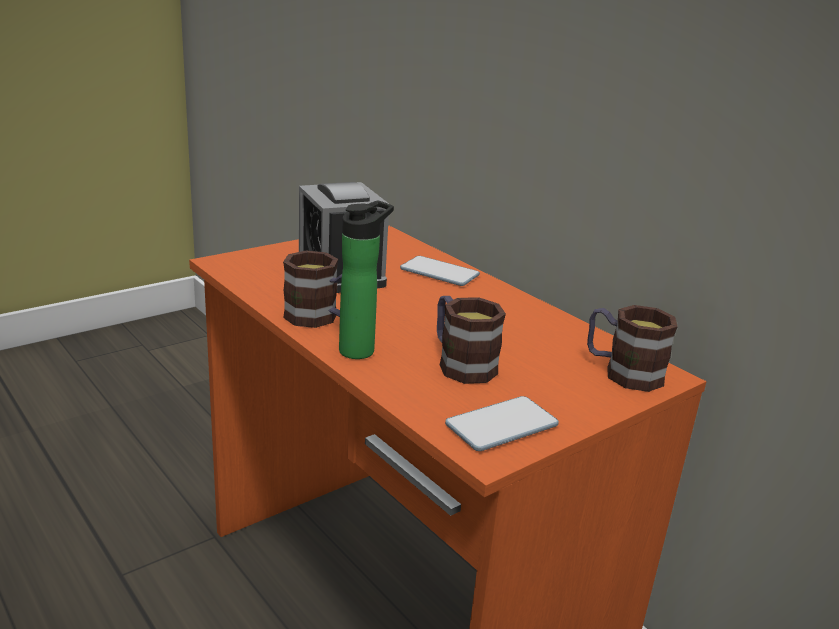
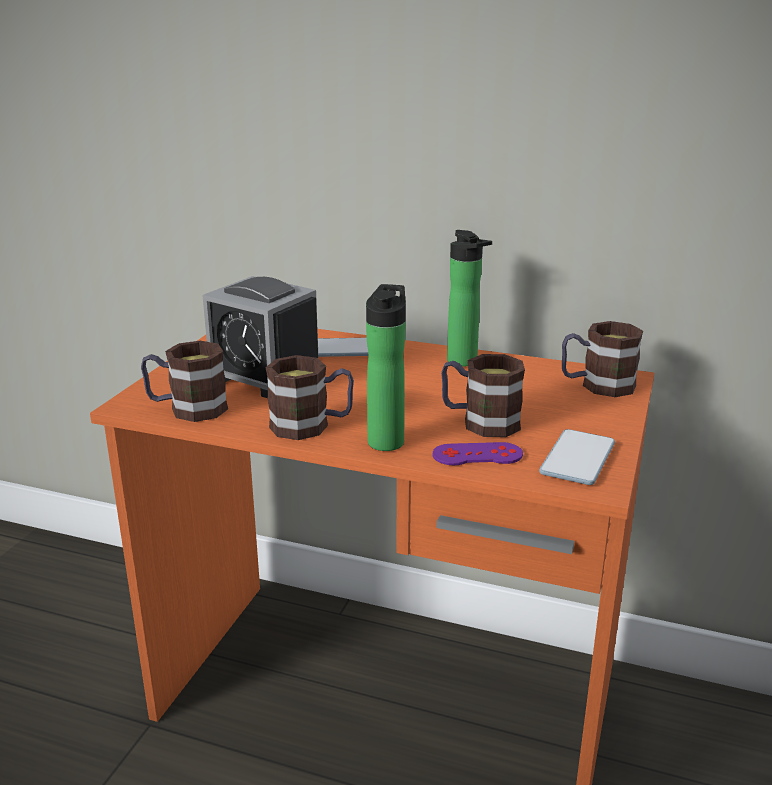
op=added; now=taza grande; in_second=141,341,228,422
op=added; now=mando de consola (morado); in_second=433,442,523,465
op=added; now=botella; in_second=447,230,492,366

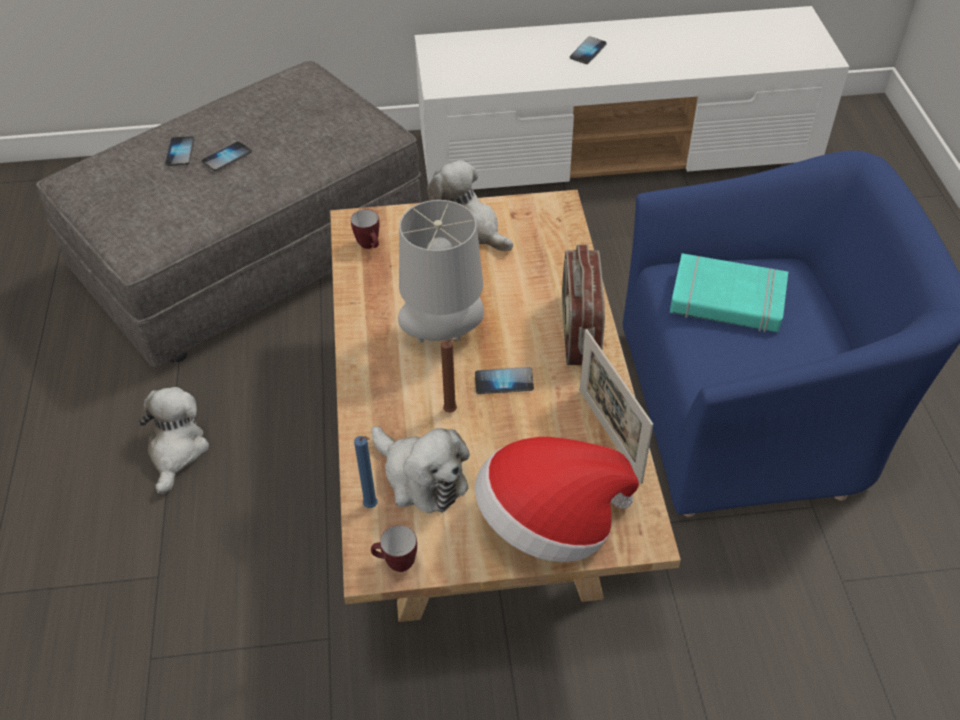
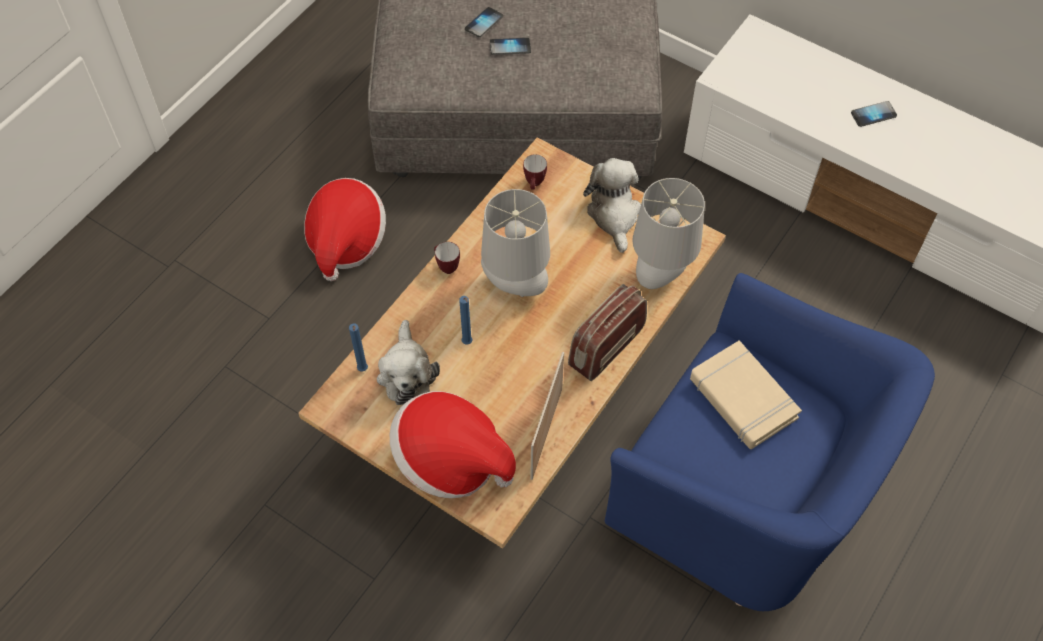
op=replaced; was=peluche; now=sombrero; in_first=137,387,209,494; in_second=304,178,386,281
op=moved; was=taza grande; in_first=371,525,417,572; in_second=434,242,460,274
op=recoloured; was=vela (marrón); now=vela (azul); in_first=441,338,457,413; in_second=459,296,472,345
op=added; now=lámpara de mesa (gris); in_second=633,178,705,289
op=recoloured; was=libro (turquesa); now=libro (beis); in_first=670,253,788,332; in_second=690,340,802,449
op=removed; was=móvil; in_first=475,367,534,394

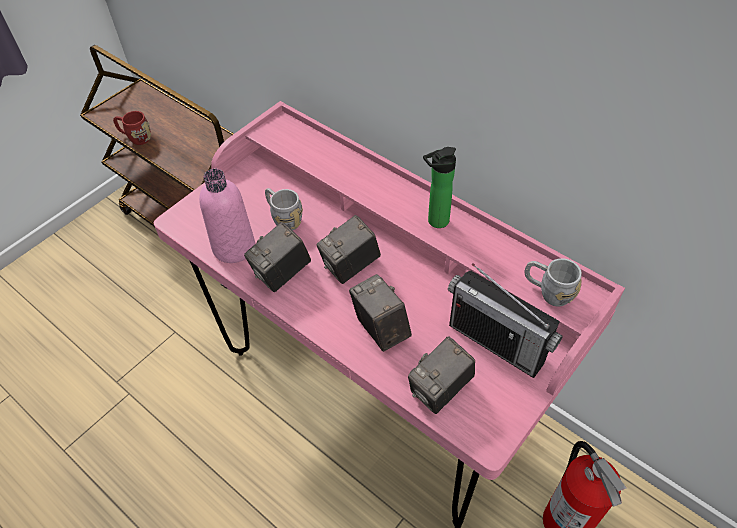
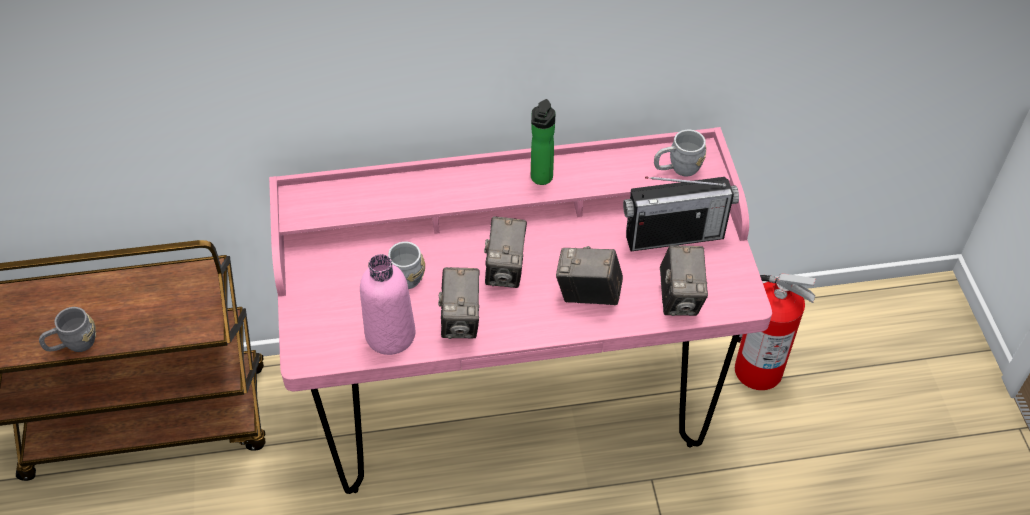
op=recoloured; was=taza grande (rojo); now=taza grande (gris); in_first=113,111,151,145; in_second=39,307,96,352

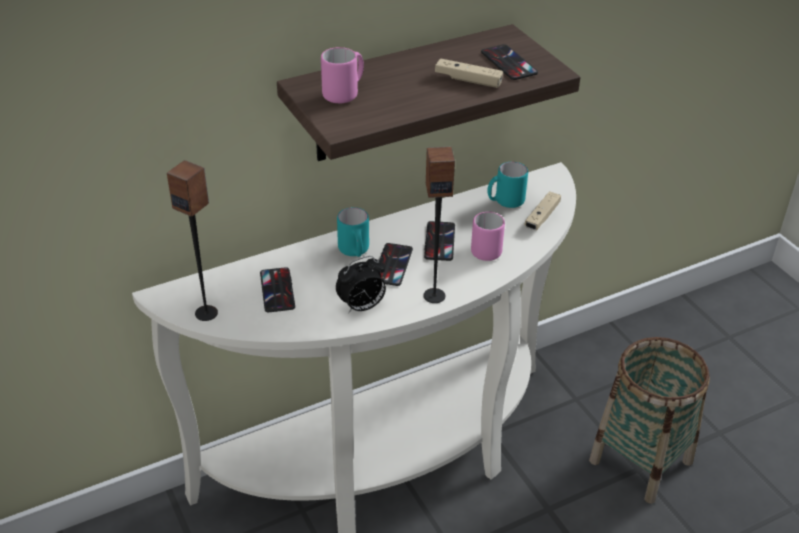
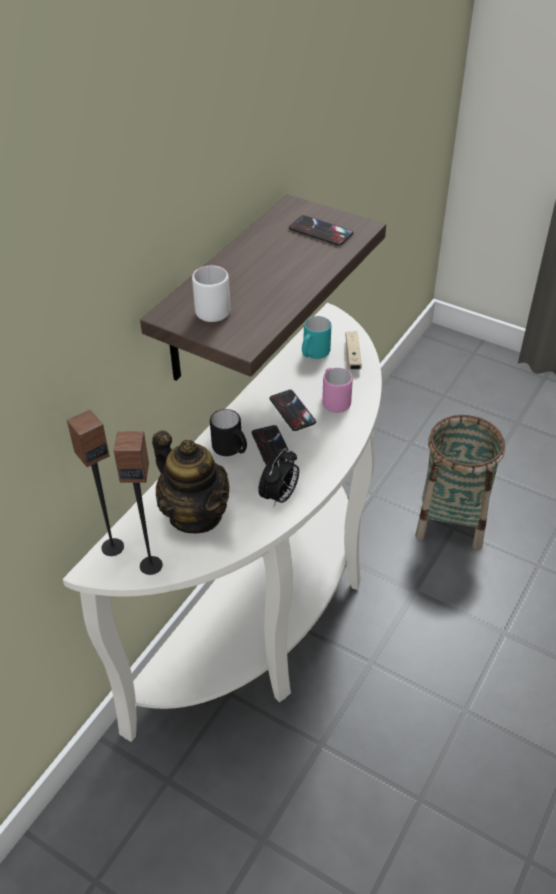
op=moved; was=altavoz; in_first=423,147,455,303; in_second=67,409,124,556
op=replaced; was=móvil; now=tetera; in_first=260,267,295,312; in_second=152,431,229,534
op=recoloured; was=taza grande (rosa); now=taza grande (blanco); in_first=321,47,364,103; in_second=192,266,230,322
op=recoloured; was=taza grande (turquesa); now=taza grande (negro); in_first=337,207,369,257; in_second=210,409,247,456
op=removed; was=mando de consola (beis); in_first=435,58,503,88

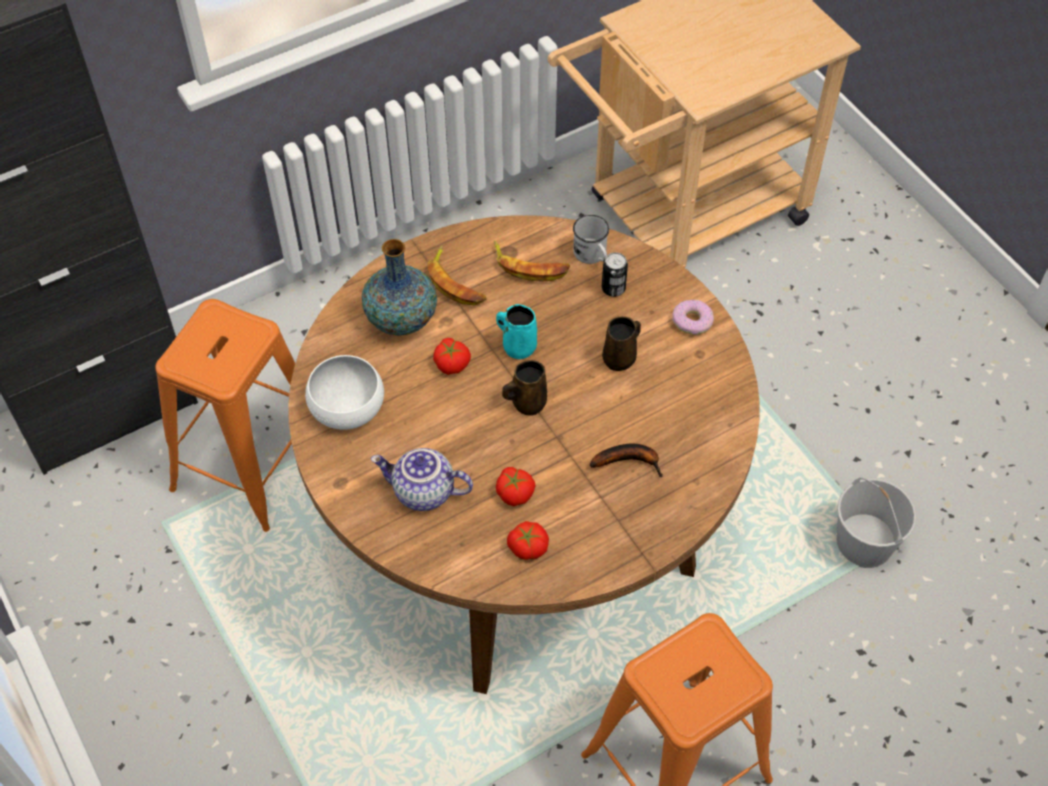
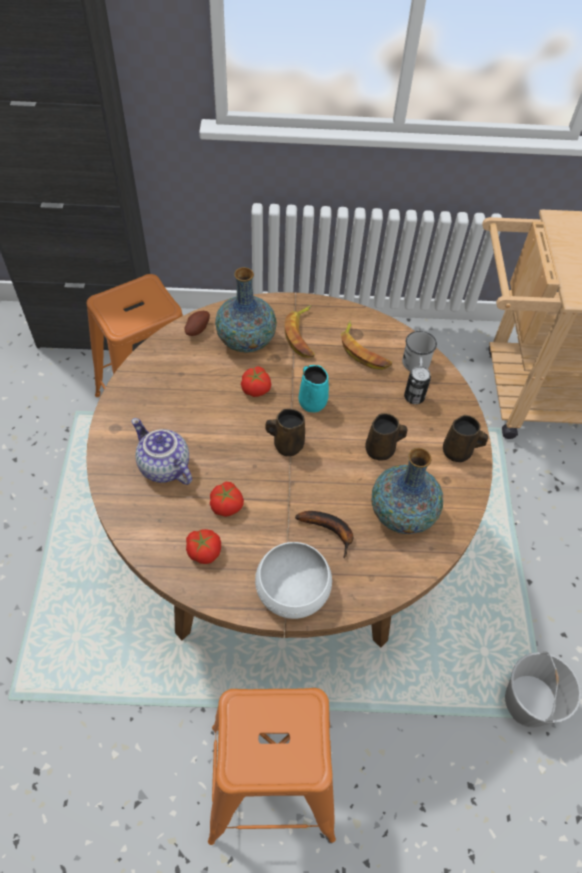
op=added; now=patata; in_second=184,311,210,336
op=moved; was=cuenco (blanco); in_first=305,355,384,430; in_second=255,542,332,619
op=added; now=florero; in_second=372,448,443,534
op=replaced; was=rosquilla; now=taza grande (marrón); in_first=672,300,714,335; in_second=443,415,488,462

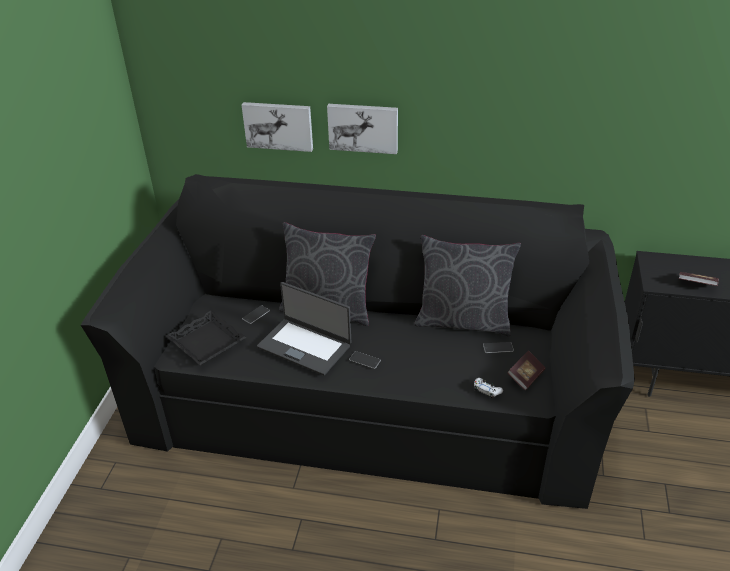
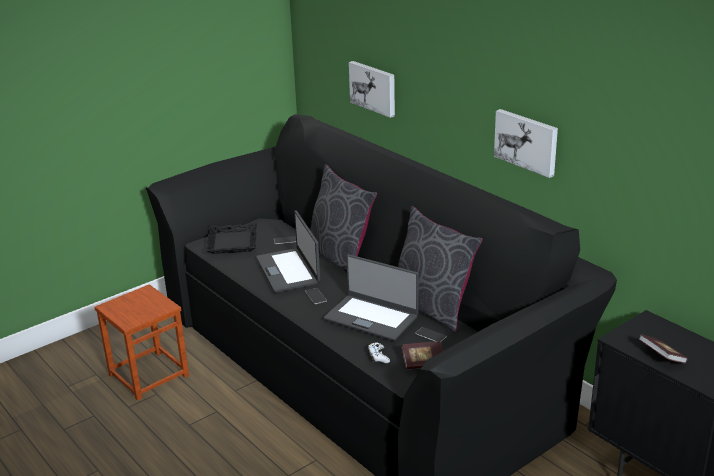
op=added; now=taburete (marrón); in_second=95,284,189,401
op=added; now=portátil; in_second=324,254,419,341
op=moved; was=cuadro; in_first=327,104,398,154; in_second=494,109,558,178

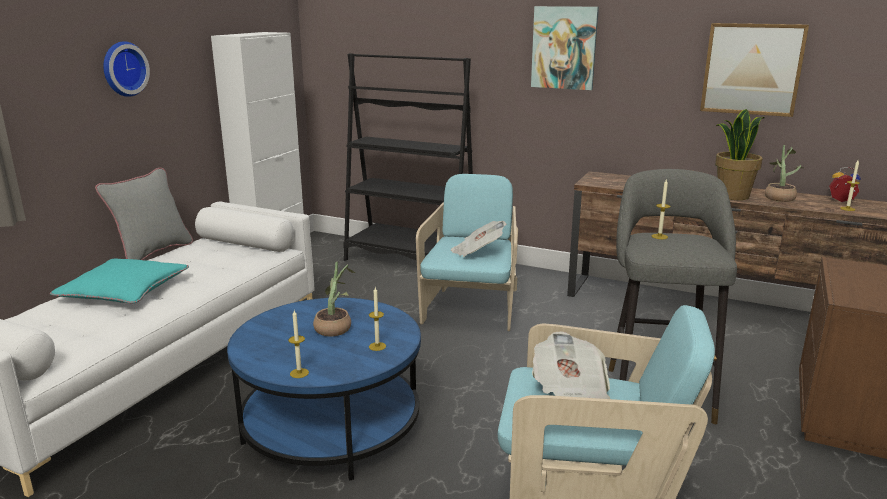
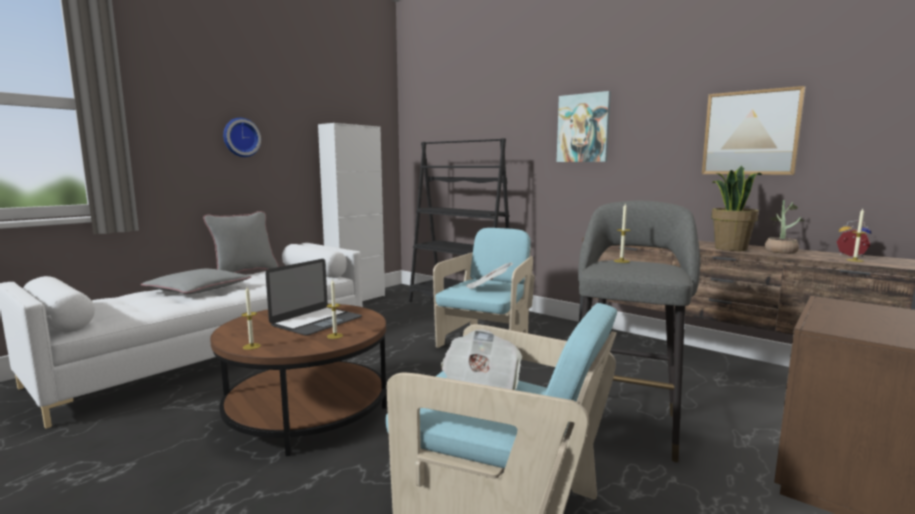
op=recoloured; was=cojín (turquesa); now=cojín (gris); in_first=50,259,189,303; in_second=141,269,251,294
op=recoloured; was=mesa de centro (azul); now=mesa de centro (marrón); in_first=227,298,421,481; in_second=210,304,387,456
op=replaced; was=planta en maceta; now=portátil; in_first=313,262,355,337; in_second=265,259,362,336

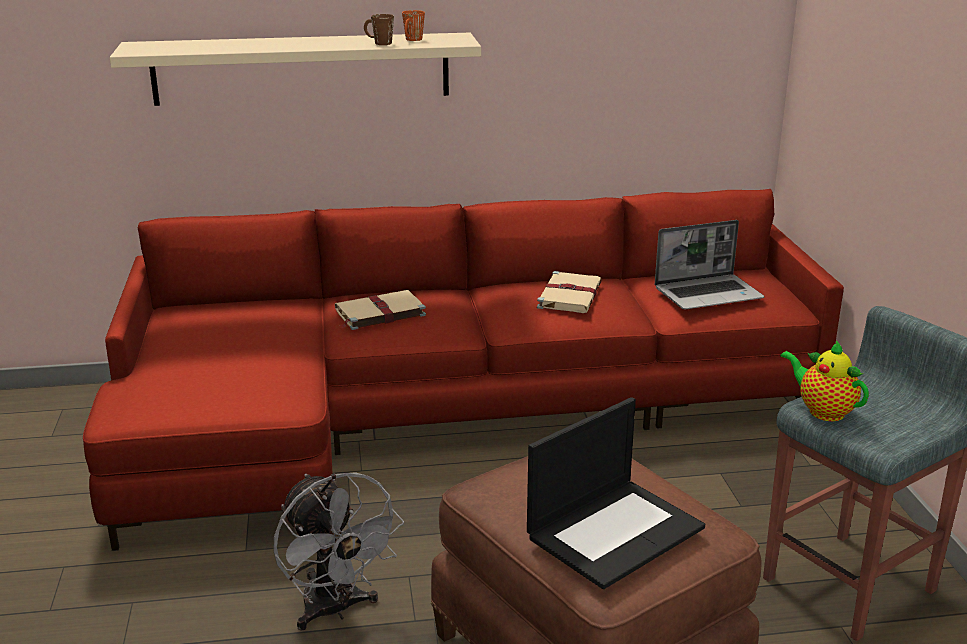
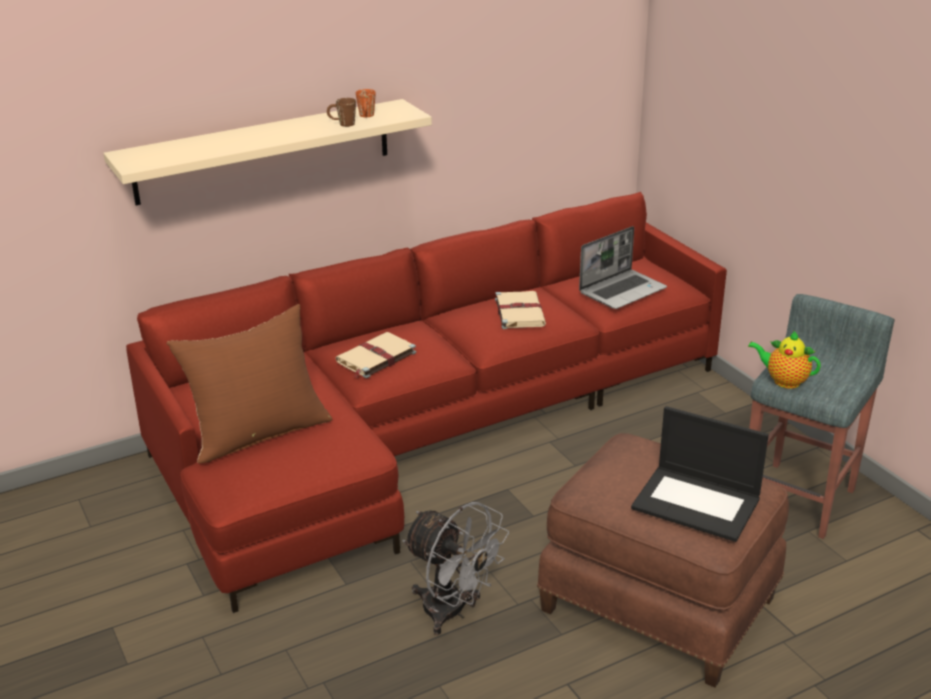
op=added; now=cojín (marrón); in_second=166,304,333,464
op=turned; was=portátil; in_first=527,397,705,589; in_second=631,406,769,542; clockwise=90

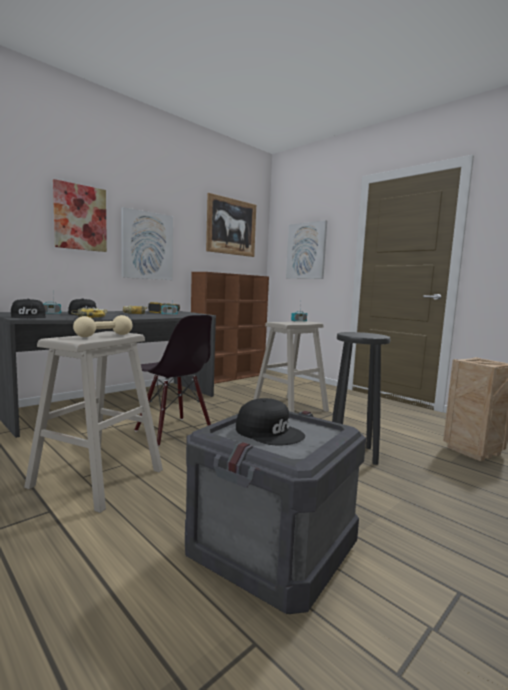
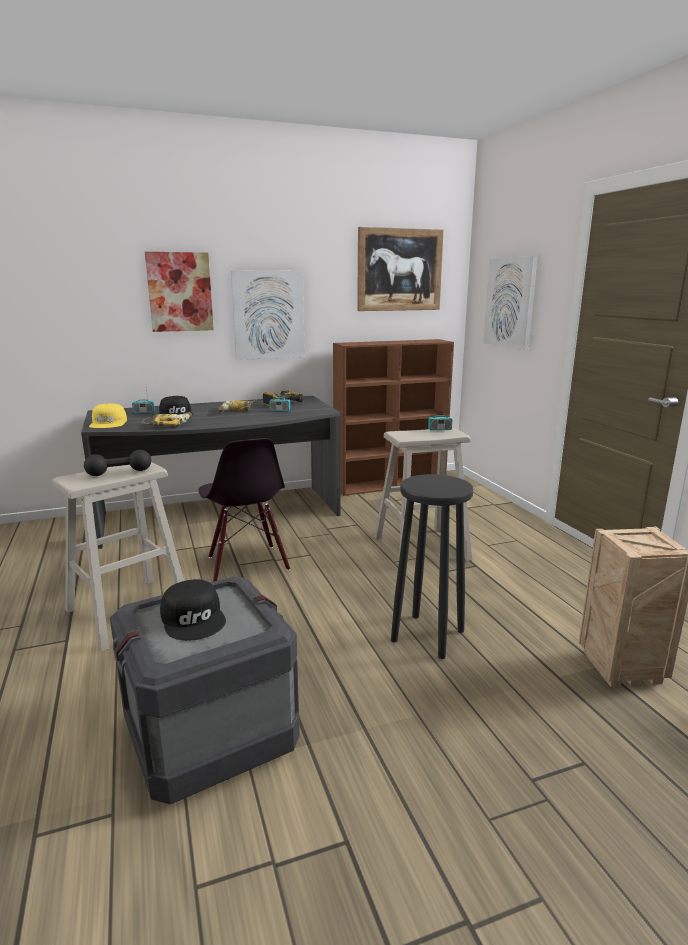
op=recoloured; was=mancuerna (beis); now=mancuerna (negro); in_first=73,315,132,337; in_second=84,450,151,476
op=recoloured; was=gorra (negro); now=gorra (amarillo); in_first=11,299,46,318; in_second=89,403,127,428

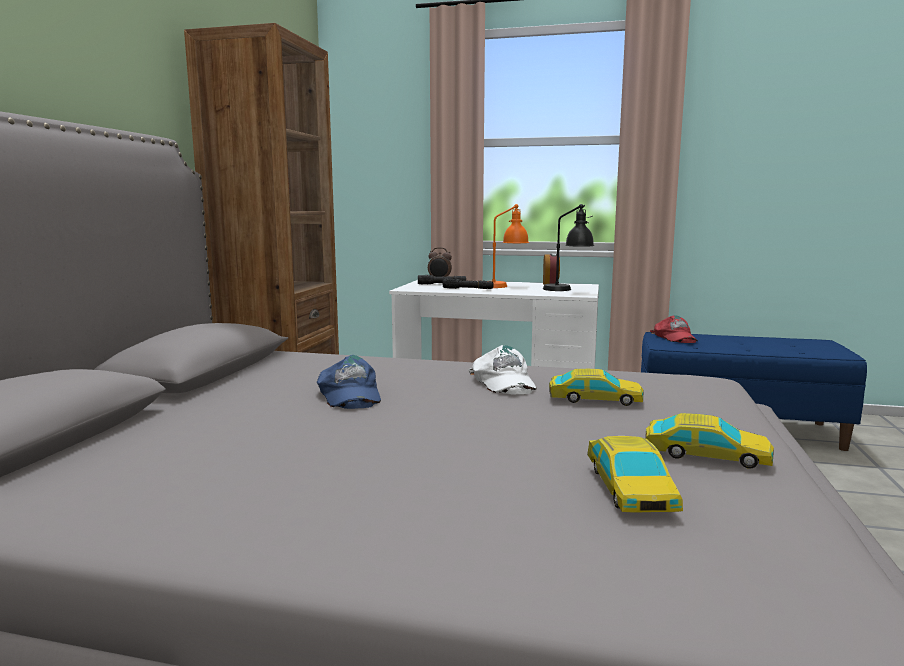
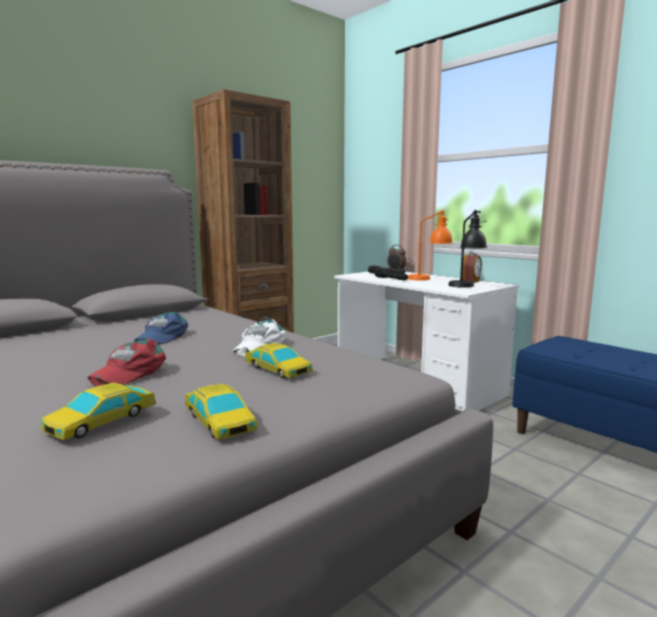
op=moved; was=gorra (rojo); in_first=650,315,698,343; in_second=87,339,166,386

